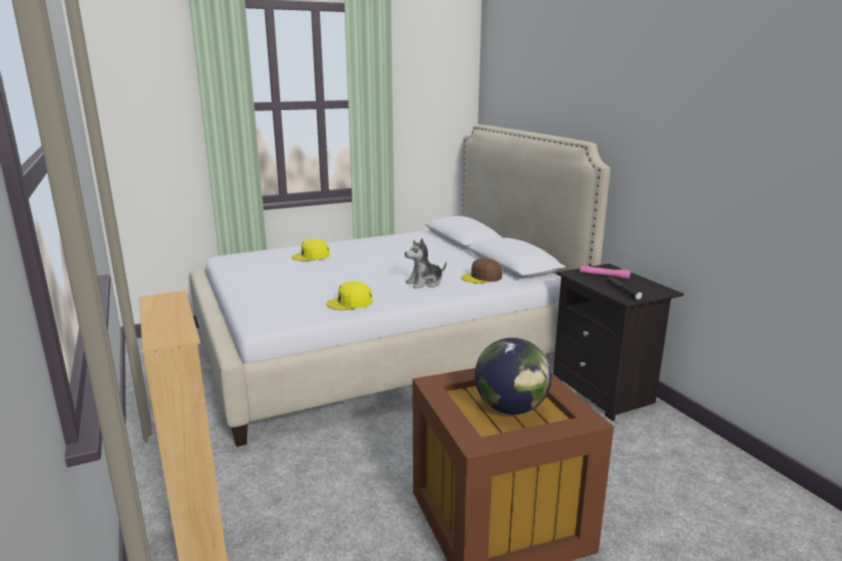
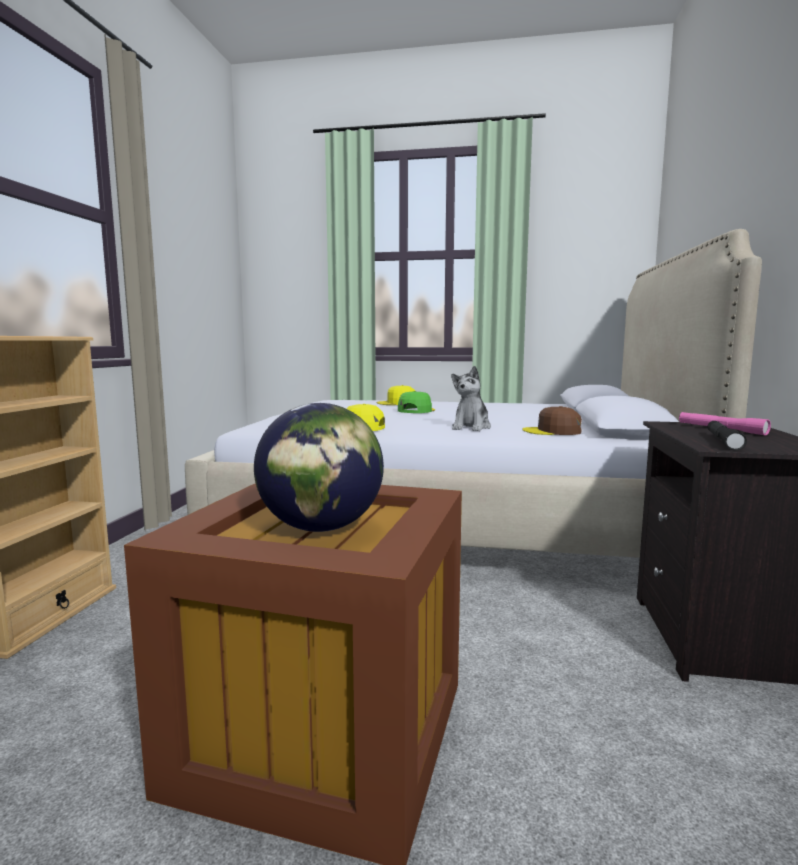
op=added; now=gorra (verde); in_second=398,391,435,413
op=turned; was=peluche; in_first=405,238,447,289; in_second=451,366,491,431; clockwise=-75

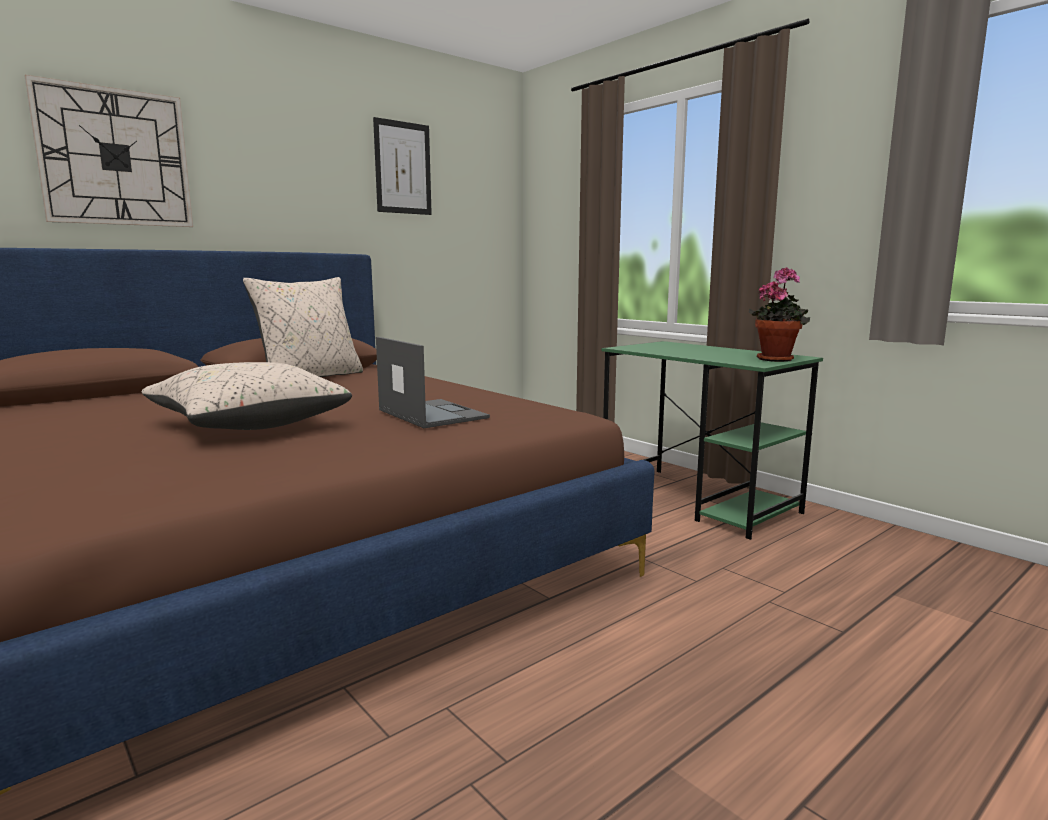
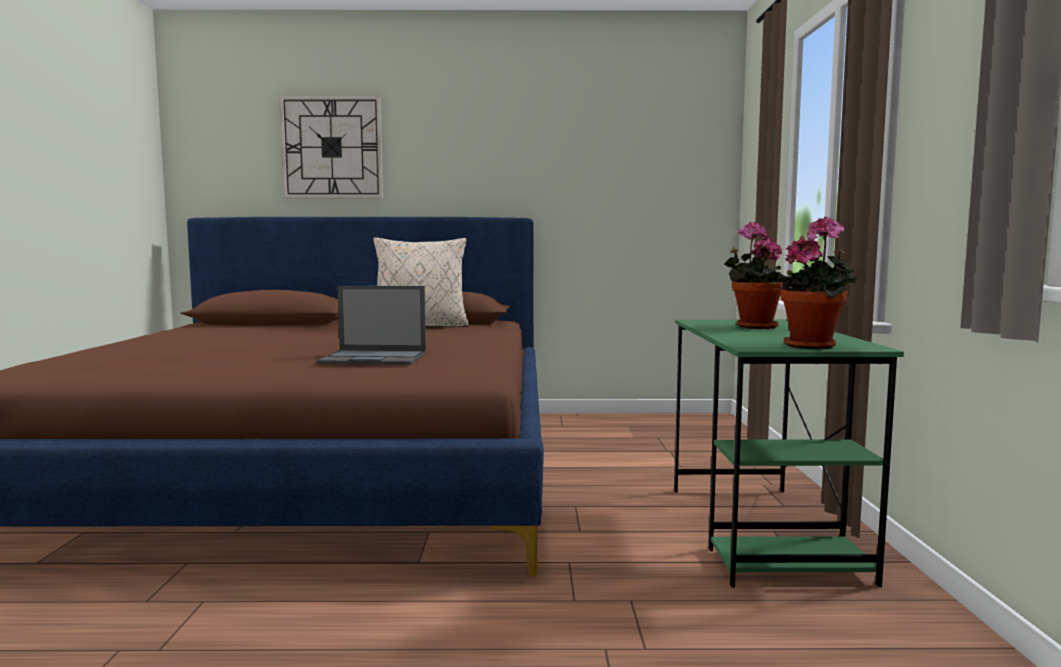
op=turned; was=portátil; in_first=376,337,490,428; in_second=317,286,426,365; clockwise=90
op=added; now=planta en maceta; in_second=725,222,783,329
op=removed; was=cojín (beis); in_first=142,362,352,430
op=removed; was=cuadro; in_first=373,117,432,215

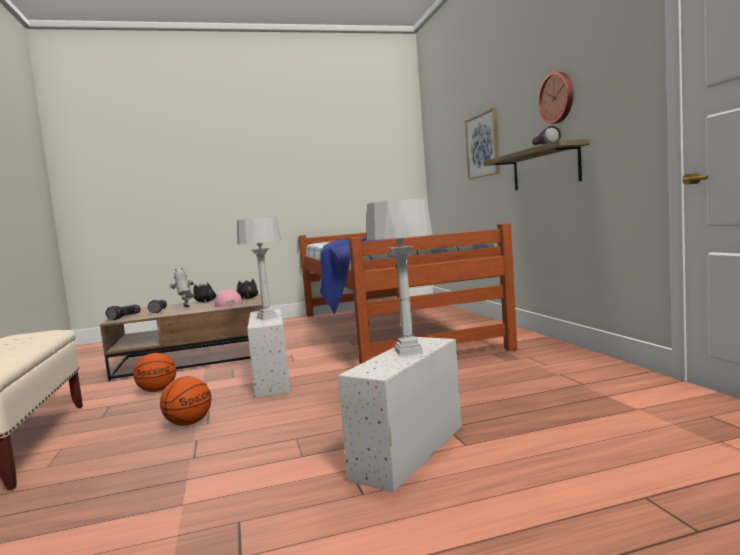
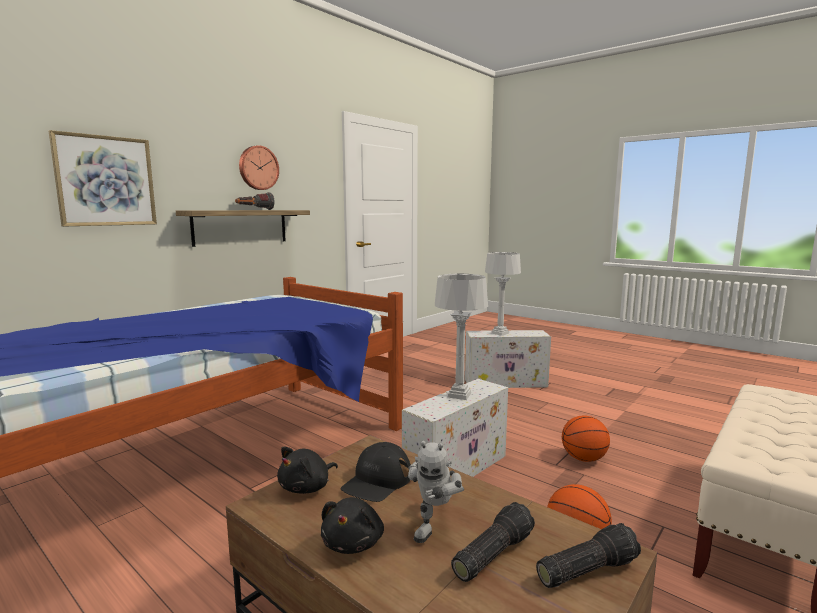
op=recoloured; was=gorra (rosa); now=gorra (negro); in_first=215,289,242,307; in_second=341,442,411,502

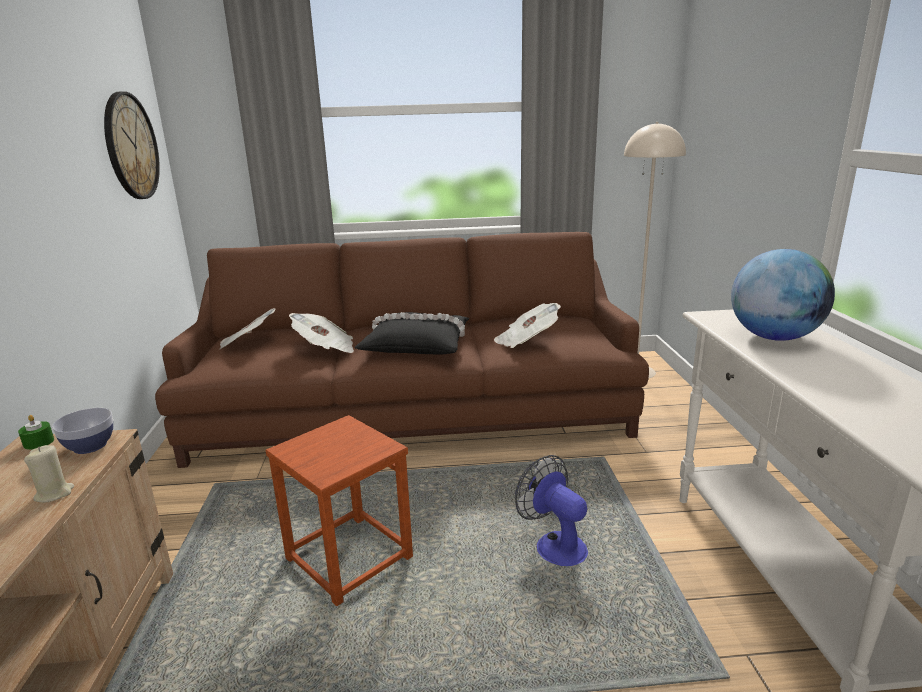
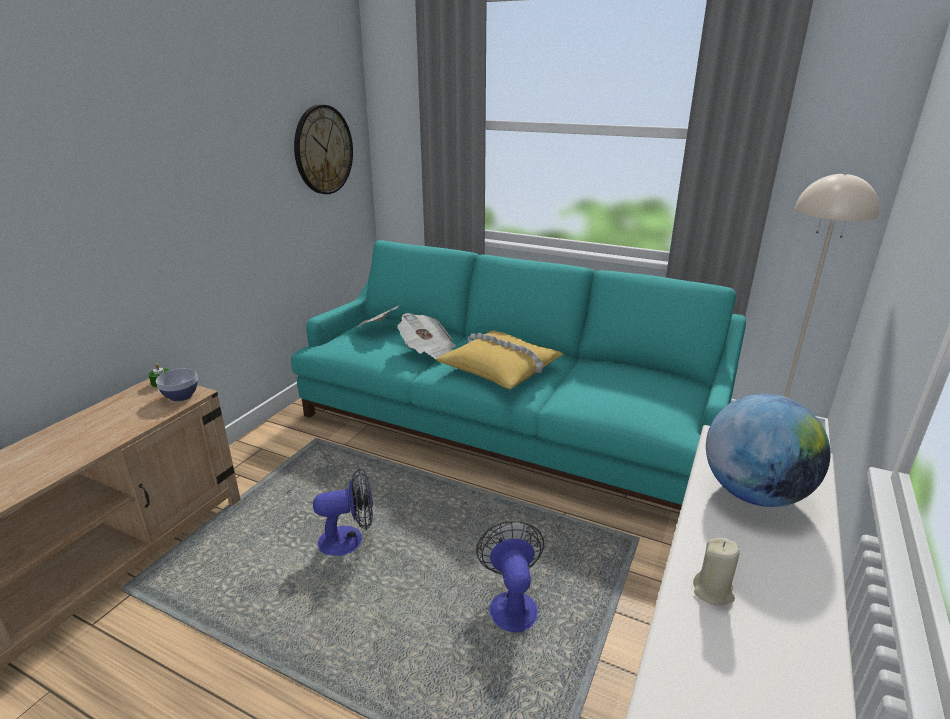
op=recoloured; was=sofá (marrón); now=sofá (turquesa); in_first=155,232,649,468; in_second=291,240,746,510
op=replaced; was=taburete (marrón); now=ventilador; in_first=266,415,413,606; in_second=313,468,373,556
op=recoloured; was=cojín (negro); now=cojín (amarillo); in_first=355,312,469,355; in_second=435,330,563,389
op=moved; was=vela (beis); in_first=24,445,74,502; in_second=693,538,740,606
op=removed; was=periódico; in_first=494,303,561,348

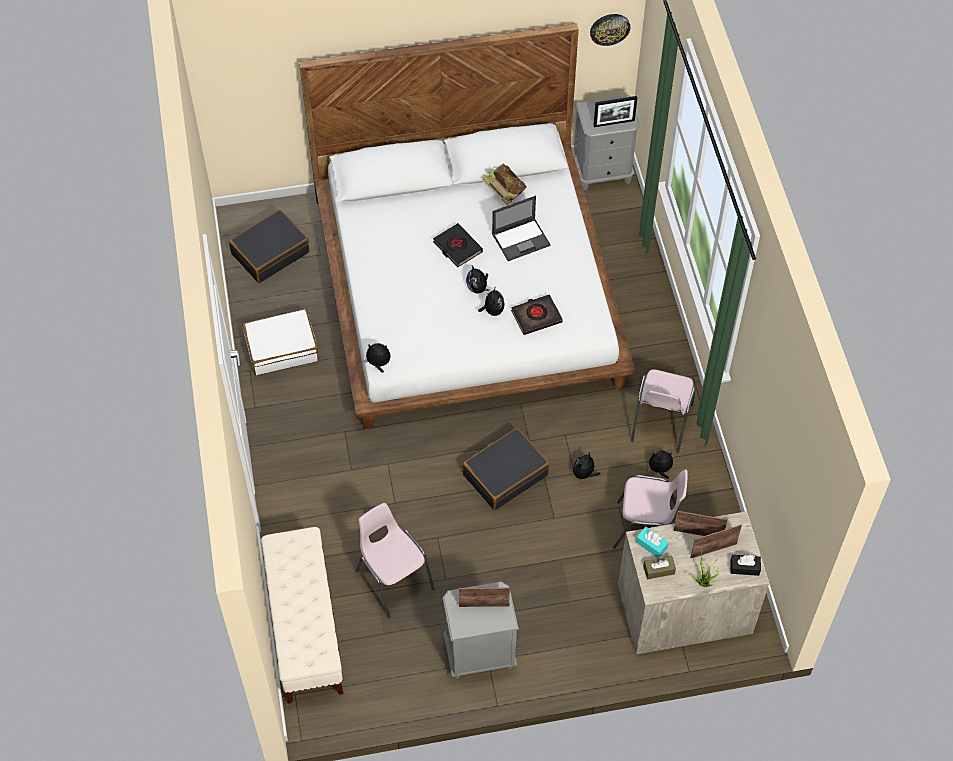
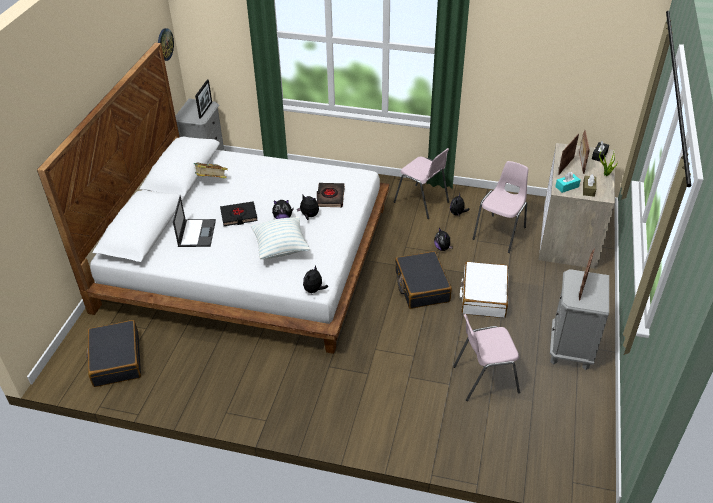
op=moved; was=portátil; in_first=492,196,551,261; in_second=173,195,216,247
op=added; now=cojín; in_second=251,216,310,259
op=moved; was=maleta (blanco); in_first=242,309,319,375; in_second=460,262,509,318
op=removed; was=banco (beis); in_first=261,527,344,704

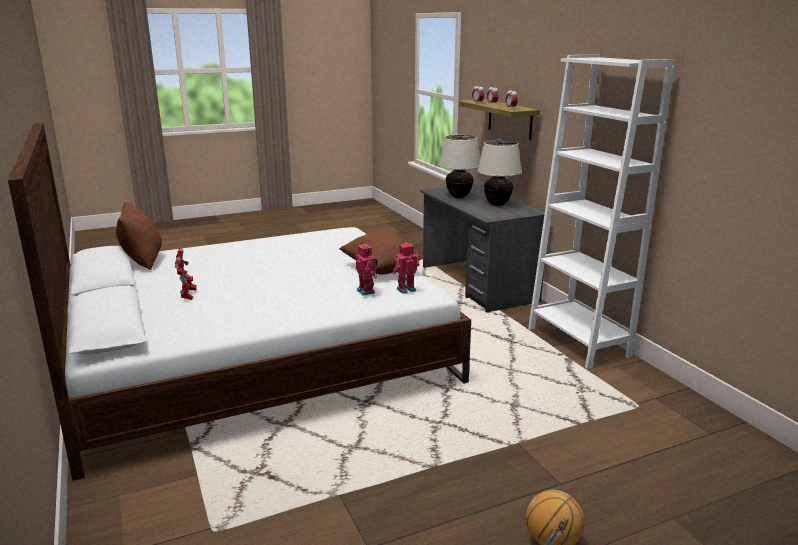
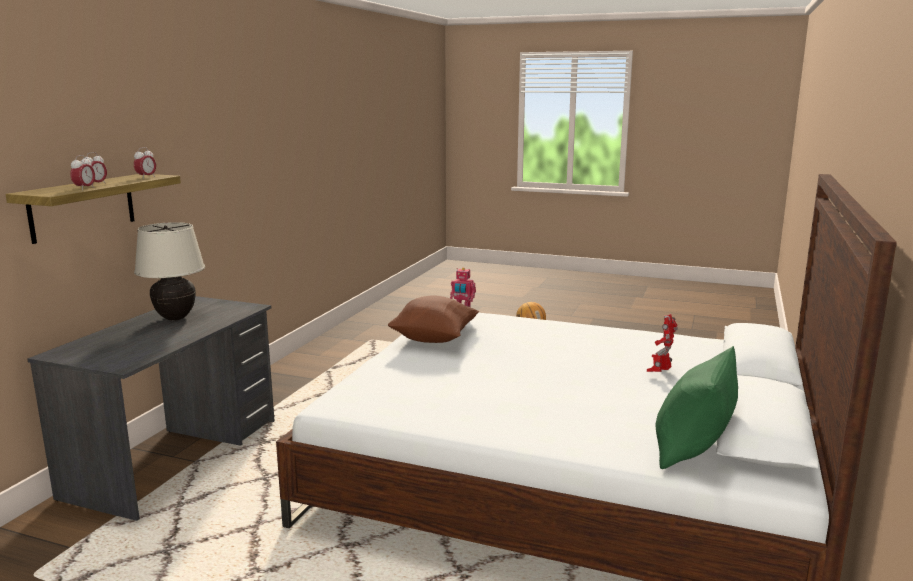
op=recoloured; was=cojín (marrón); now=cojín (verde); in_first=116,201,162,270; in_second=656,346,738,469
op=removed; was=robot de juguete; in_first=356,243,378,296
op=removed; was=lámpara de mesa (beis); in_first=439,135,480,198
op=removed; was=estantería (blanco); in_first=528,54,675,369

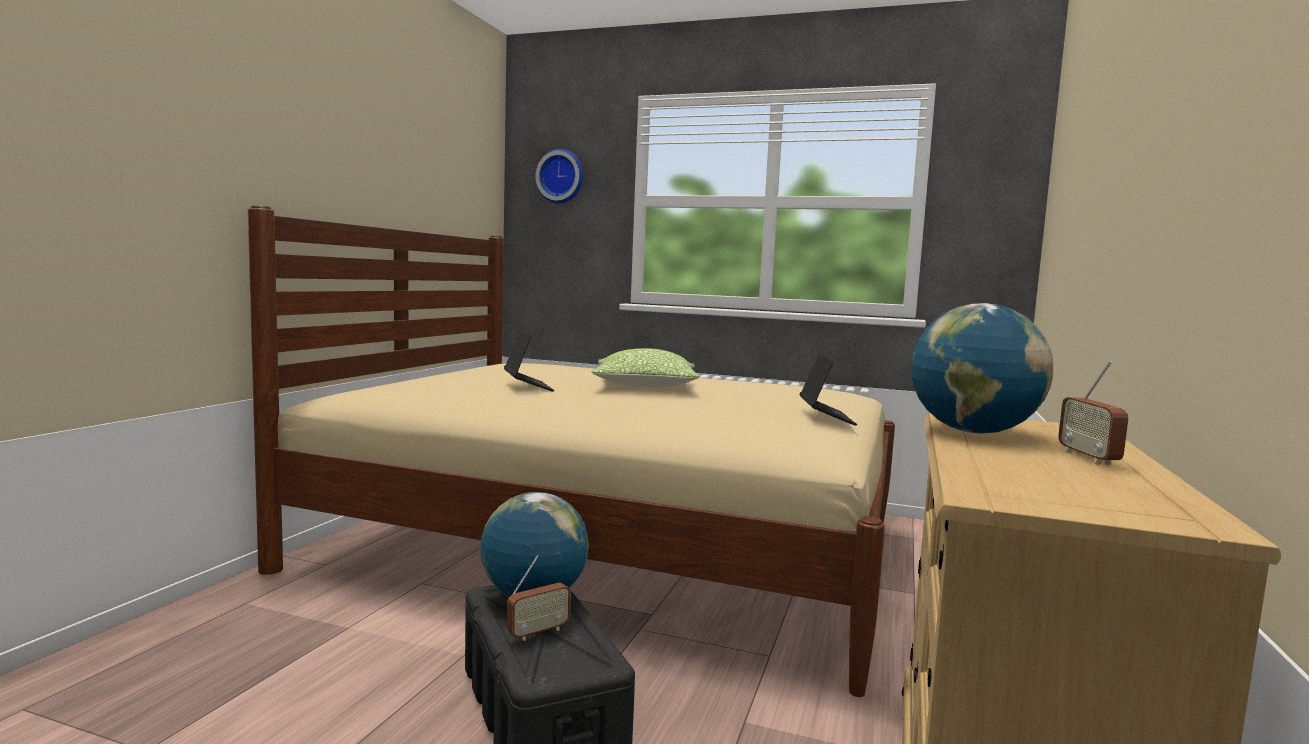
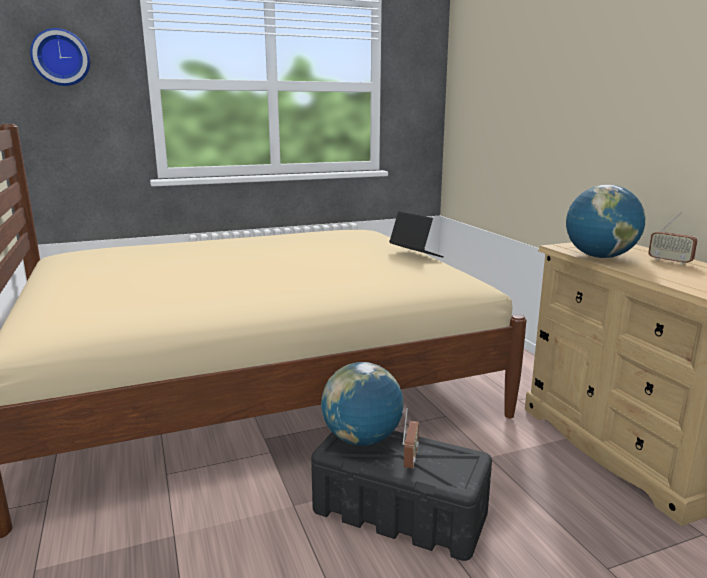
op=removed; was=portátil; in_first=504,331,555,391
op=removed; was=cojín; in_first=592,348,700,388

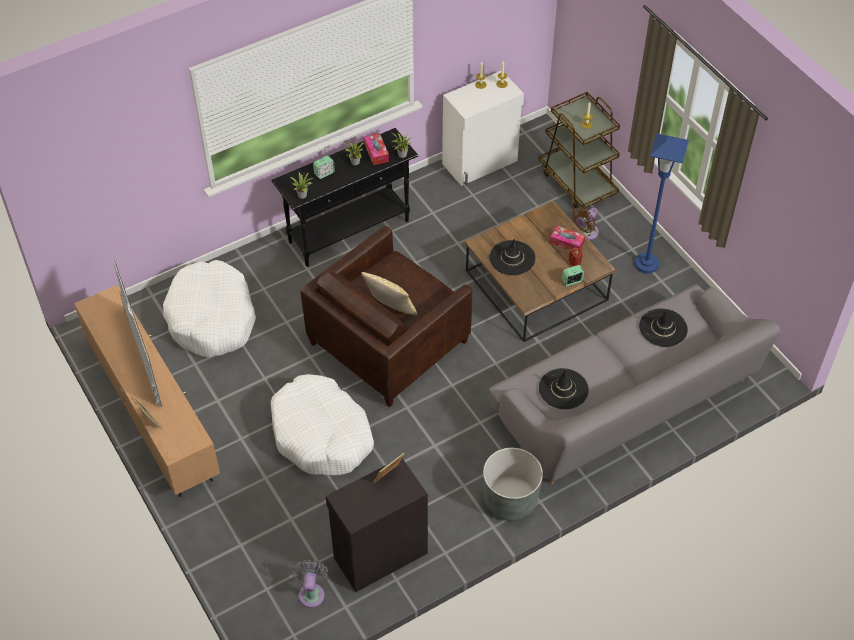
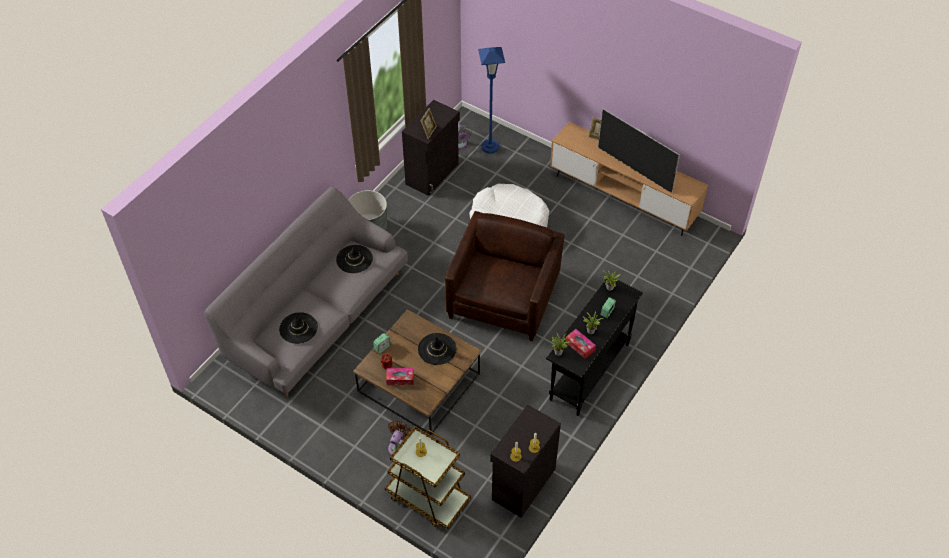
op=moved; was=lámpara de pie (azul); in_first=635,133,689,274; in_second=478,47,505,154
op=recoloured; was=armario (blanco); now=armario (negro); in_first=442,70,524,186; in_second=490,405,561,518
op=removed; was=cama para perro (blanco); in_first=163,260,256,357
op=removed; was=cojín; in_first=361,272,418,315

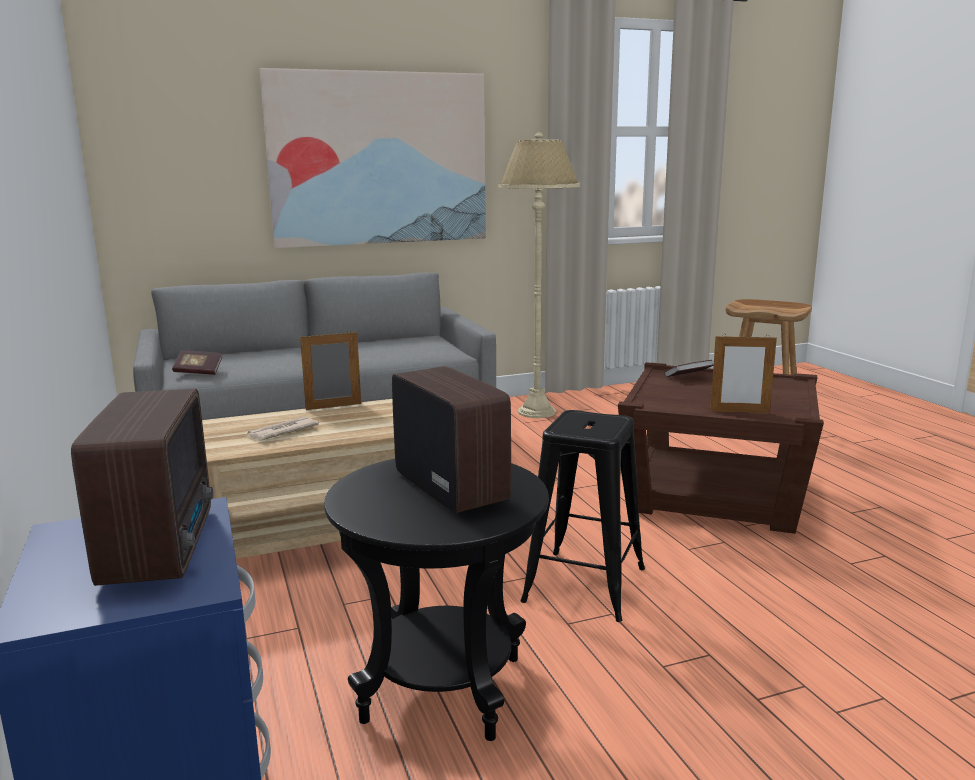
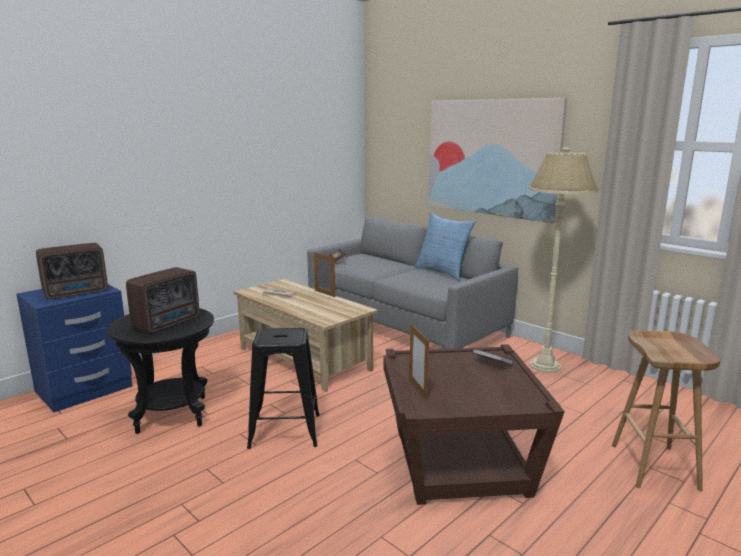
op=added; now=cojín; in_second=414,212,476,281

